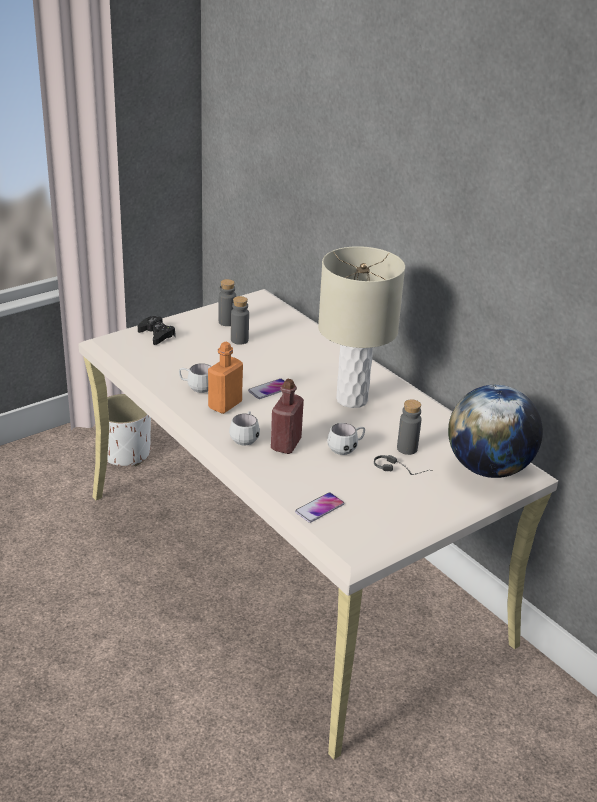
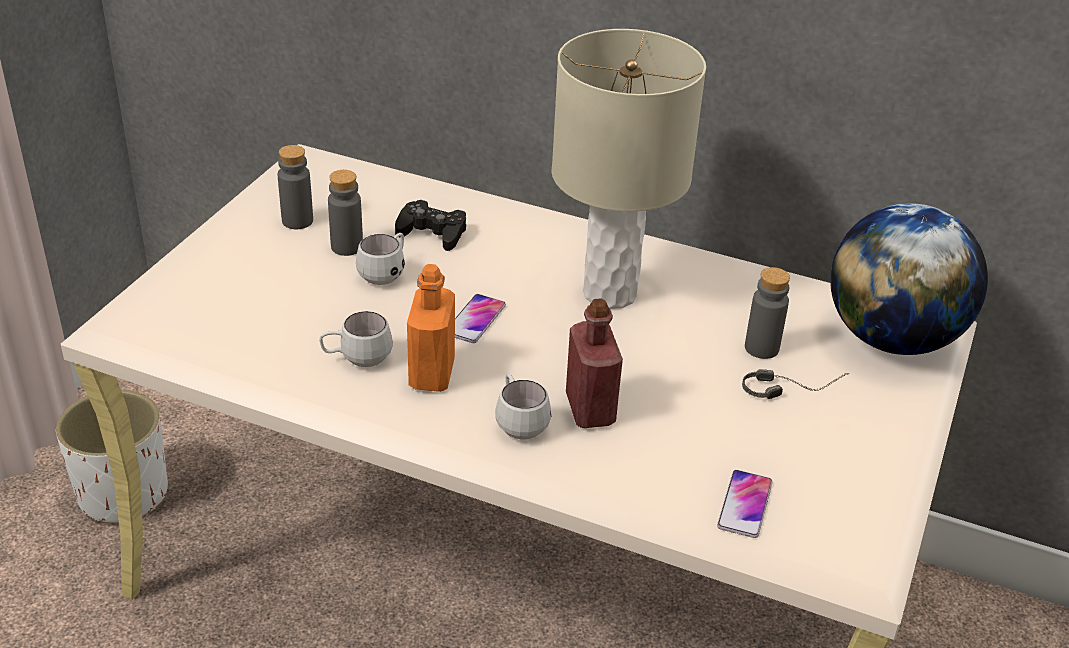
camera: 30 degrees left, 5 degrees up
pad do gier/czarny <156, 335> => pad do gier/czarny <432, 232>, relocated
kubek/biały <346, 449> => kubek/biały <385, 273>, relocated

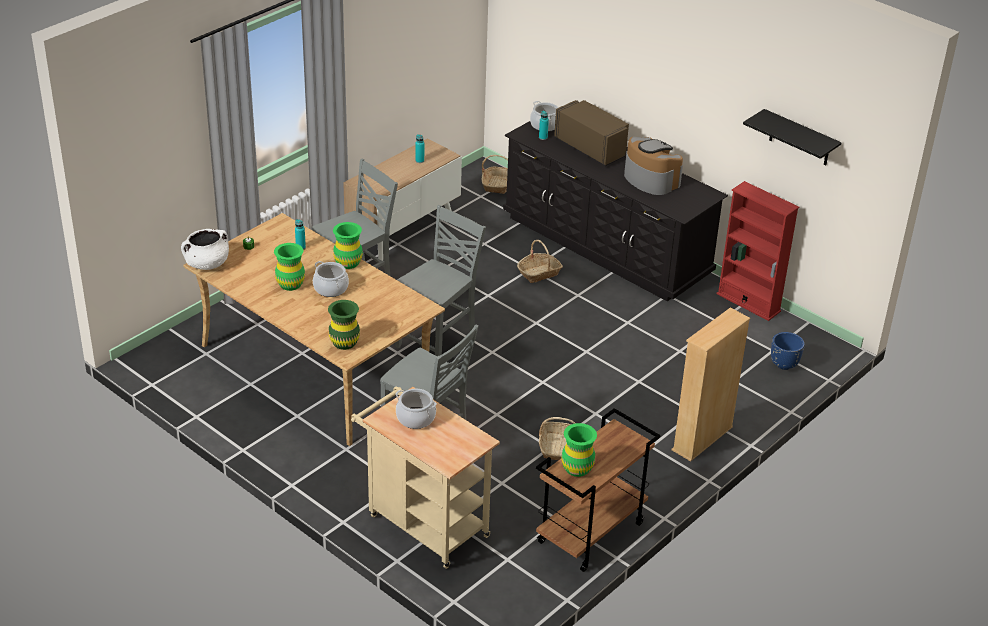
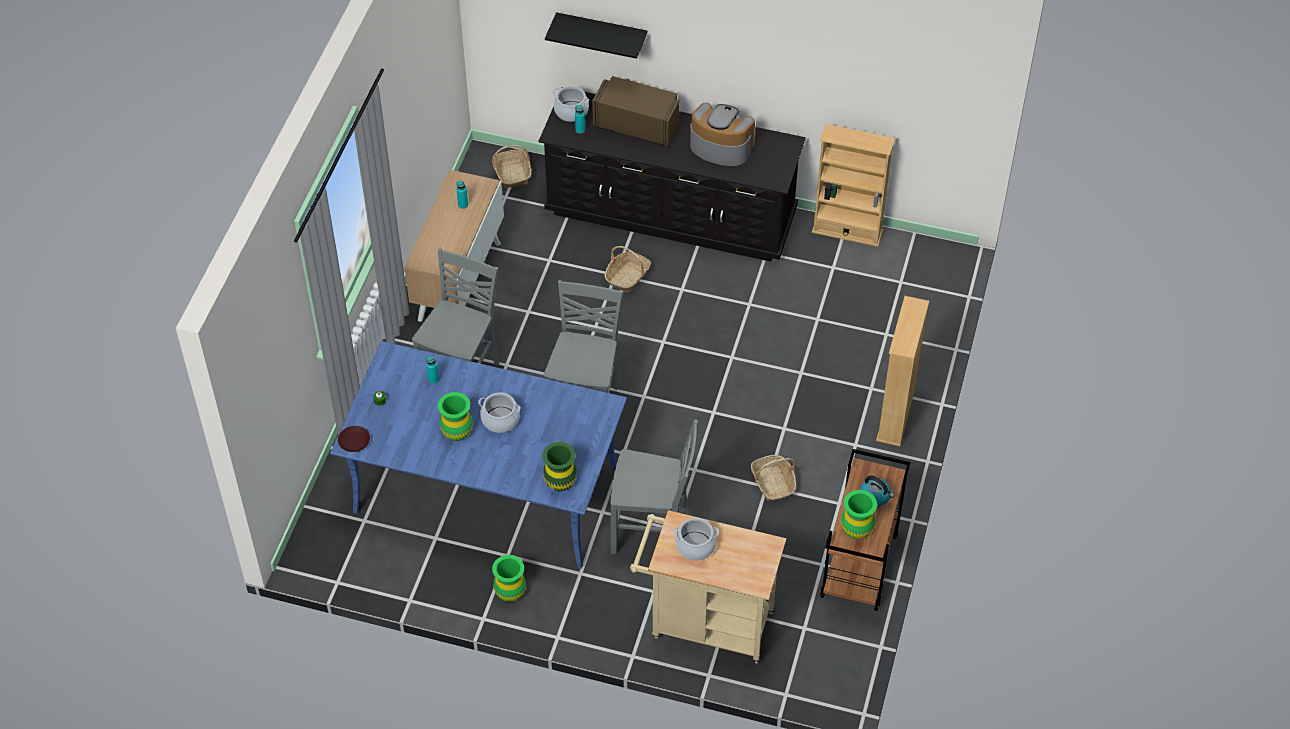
camera: 25 degrees left, 15 degrees up
donica/niebieski <784, 364> => nothing
nothing => czajnik <875, 496>
wazon/zielony <348, 263> => wazon/zielony <510, 592>, relocated
półka/czarny <800, 138> => półka/czarny <601, 33>, relocated
garnek/biały <207, 264> => talerz/brązowy <354, 441>
stół jadalny/beżowy <317, 367> => stół jadalny/niebieski <487, 489>
regał/czerwony <748, 302> => regał/beżowy <847, 231>

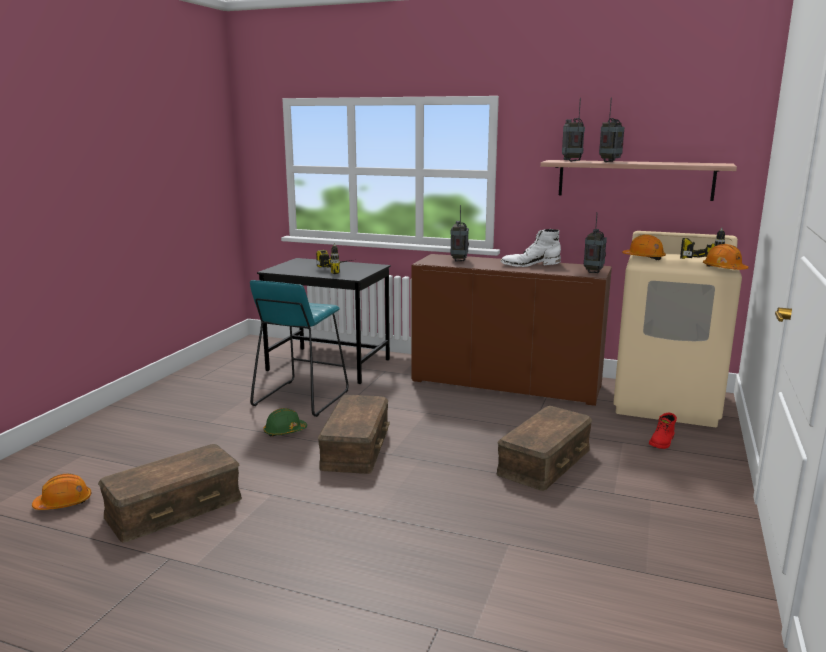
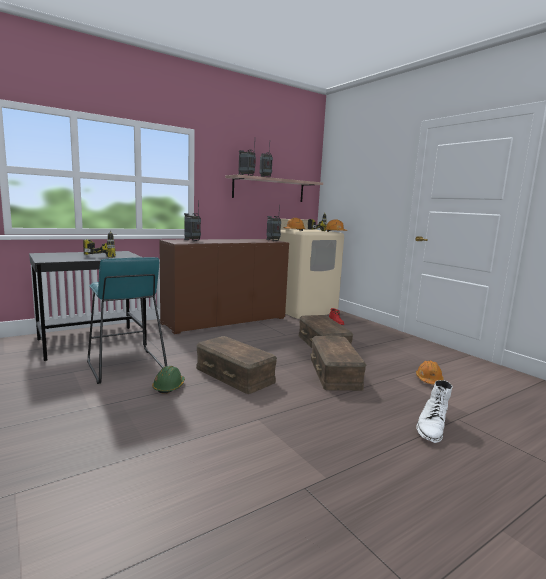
camera: 55 degrees left, 5 degrees down
kask/pomarańczowy <64, 503> => kask/pomarańczowy <429, 380>, relocated
pojemnik do przechowywania/brązowy <174, 506> => pojemnik do przechowywania/brązowy <334, 373>, relocated
but z cholewką/biały <530, 264> => but z cholewką/biały <431, 427>, relocated

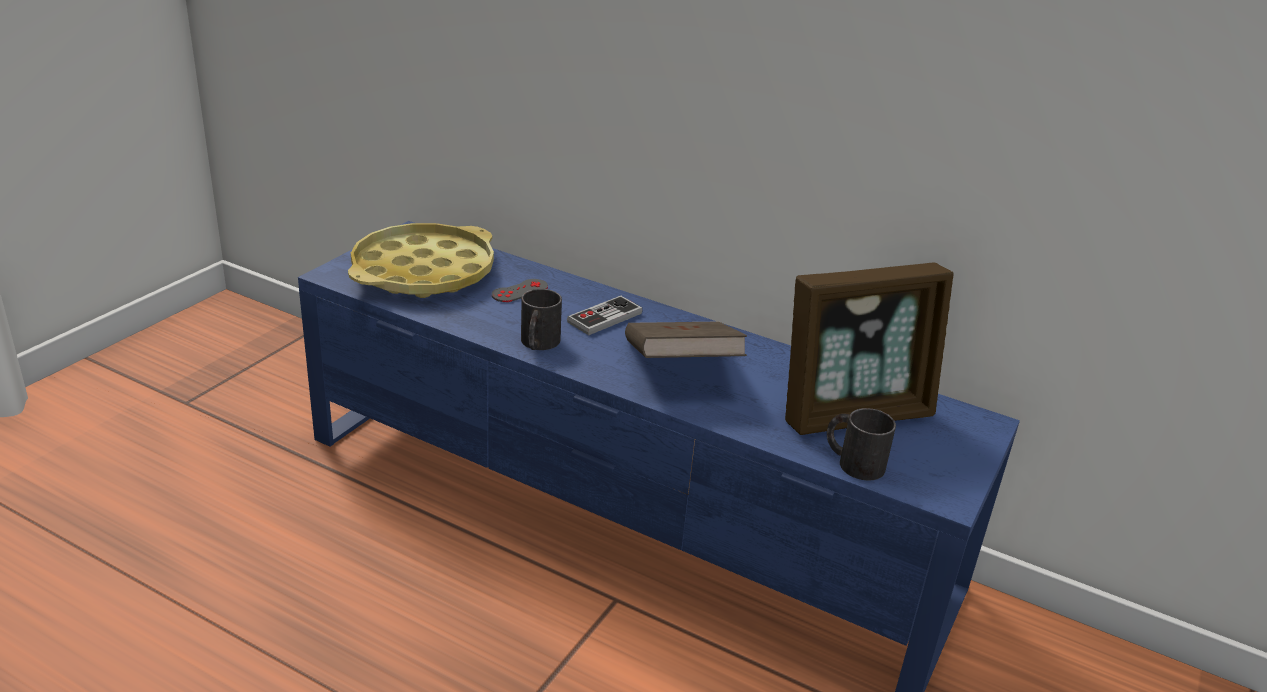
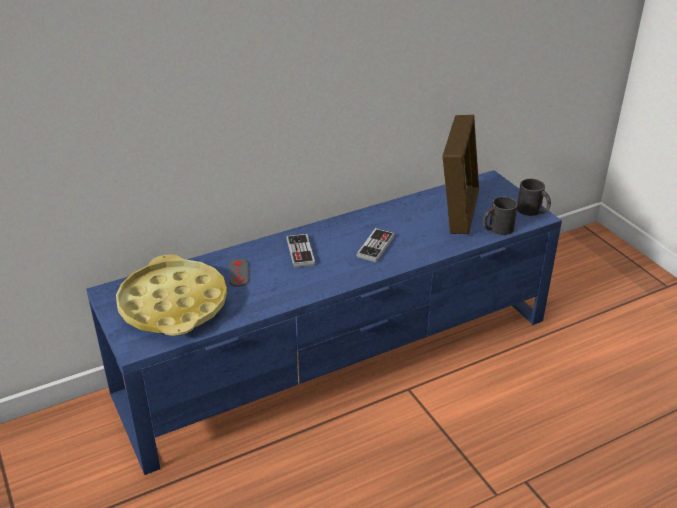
camera: 55 degrees left, 5 degrees up
kubek/czarny <538, 344> => kubek/czarny <533, 211>, relocated
książka/brązowy <679, 368> => pad do gier <375, 246>

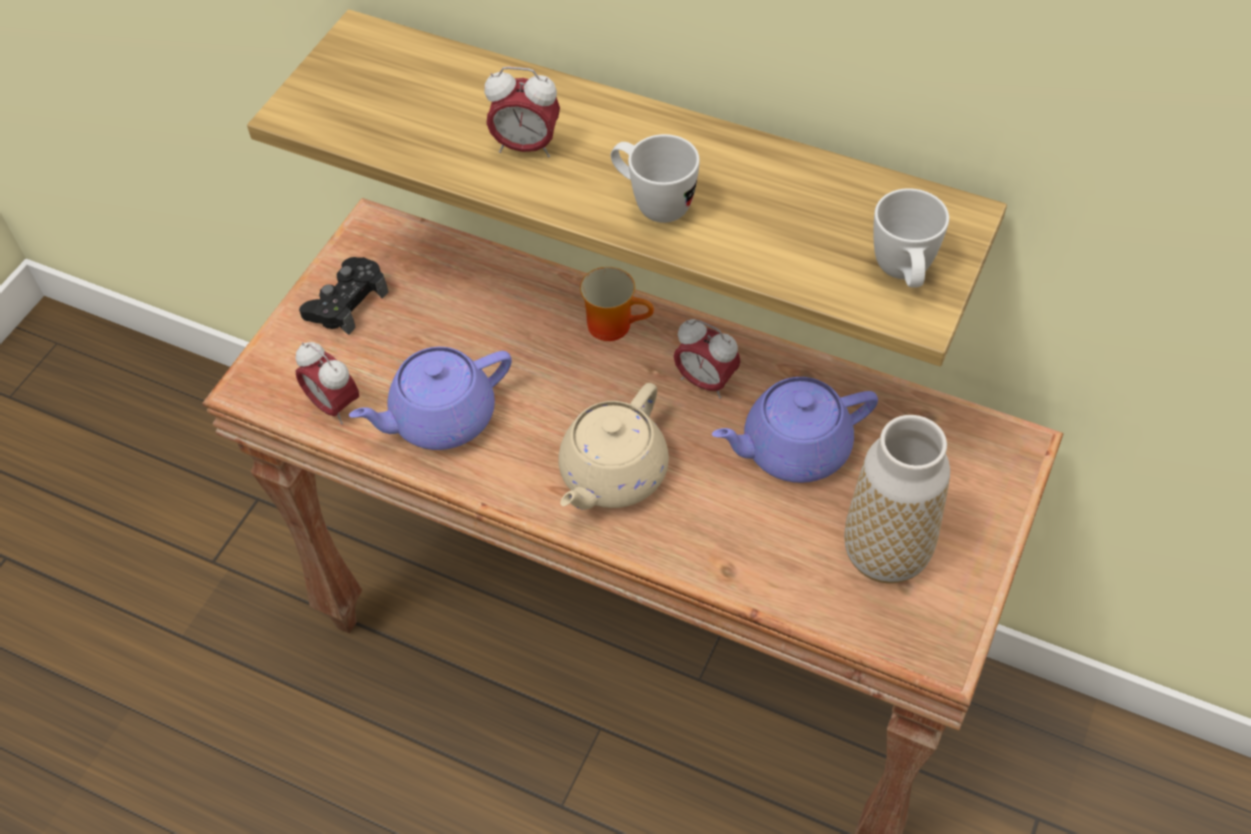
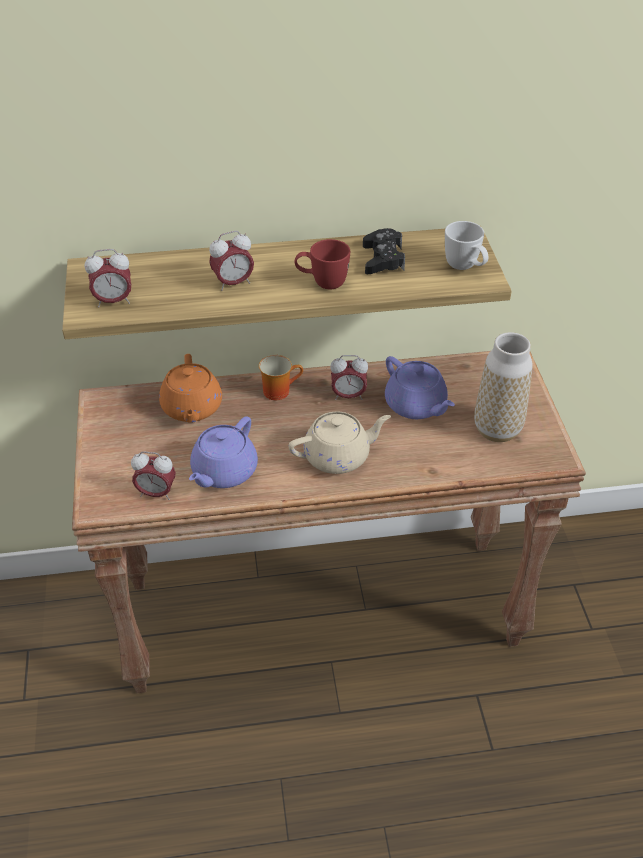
camera: 35 degrees left, 10 degrees down
nothing => budzik <113, 301>
nothing => imbryk/pomarańczowy <192, 408>
pad do gier/czarny <347, 302> => pad do gier/czarny <383, 259>, relocated
kubek/biały <652, 204> => kubek/czerwony <322, 283>
imbryk/beżowy <612, 475> => imbryk/beżowy <338, 456>, 105 degrees counterclockwise
imbryk/fioletowy <793, 448> => imbryk/fioletowy <416, 405>, 75 degrees counterclockwise

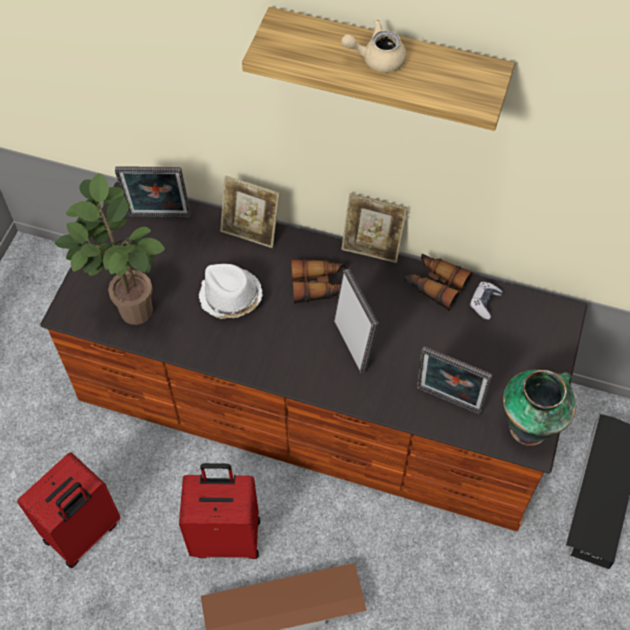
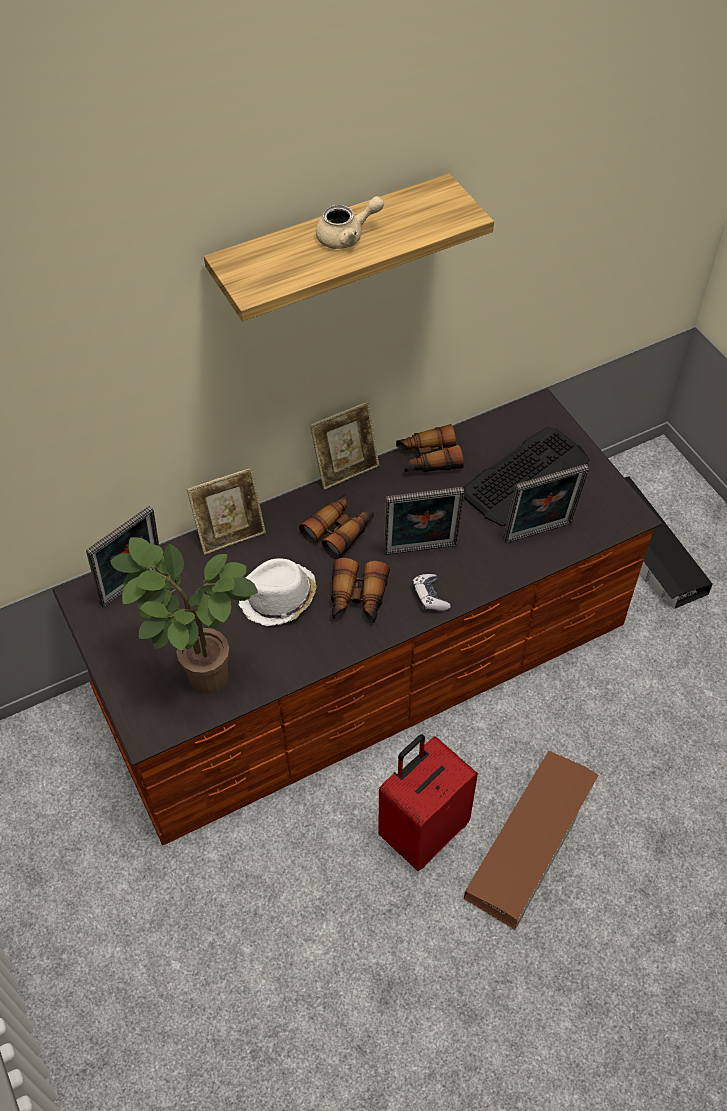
camera: 45 degrees left, 5 degrees down
walizka/czerwony <83, 533> => nothing
wazon <530, 426> => nothing
nothing => lornetka <357, 599>
nothing => klawiatura <526, 477>
pad do gier <484, 302> => pad do gier <429, 596>, relocated
ramka na zdjęcie <353, 344> => ramka na zdjęcie <421, 552>, 150 degrees clockwise
imbryk/beżowy <376, 59> => imbryk/beżowy <347, 236>, 150 degrees counterclockwise

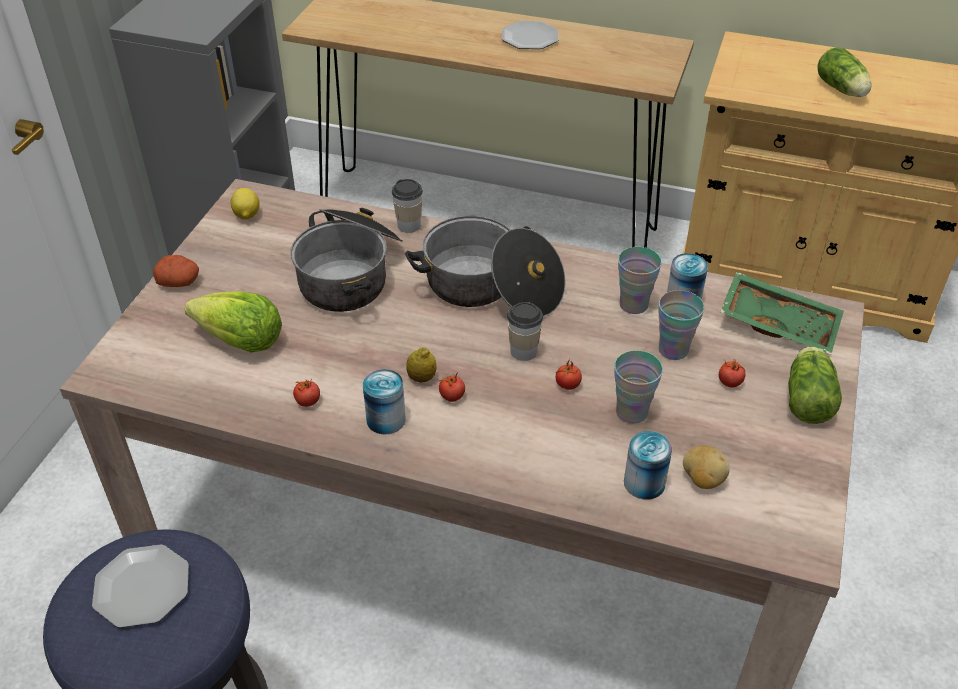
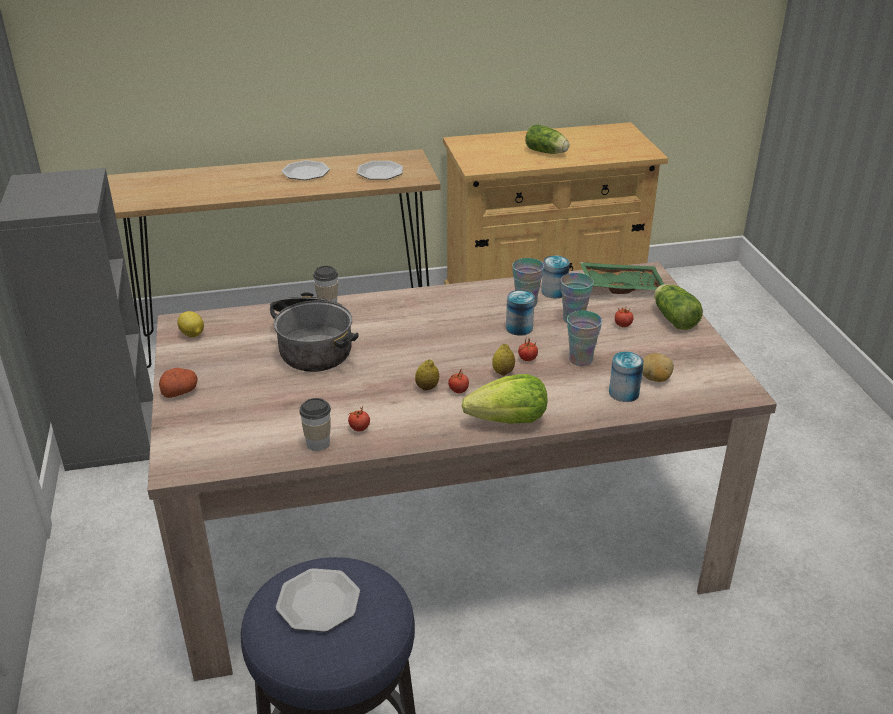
camera: 30 degrees left, 10 degrees down
garnek <490, 288> => nothing
nothing => talerz <380, 172>
nothing => cytryna <503, 372>
sałata <241, 341> => sałata <509, 421>, relocated
puszka <386, 419> => puszka <519, 328>, relocated
filiżanka <523, 351> => filiżanka <318, 443>, relocated

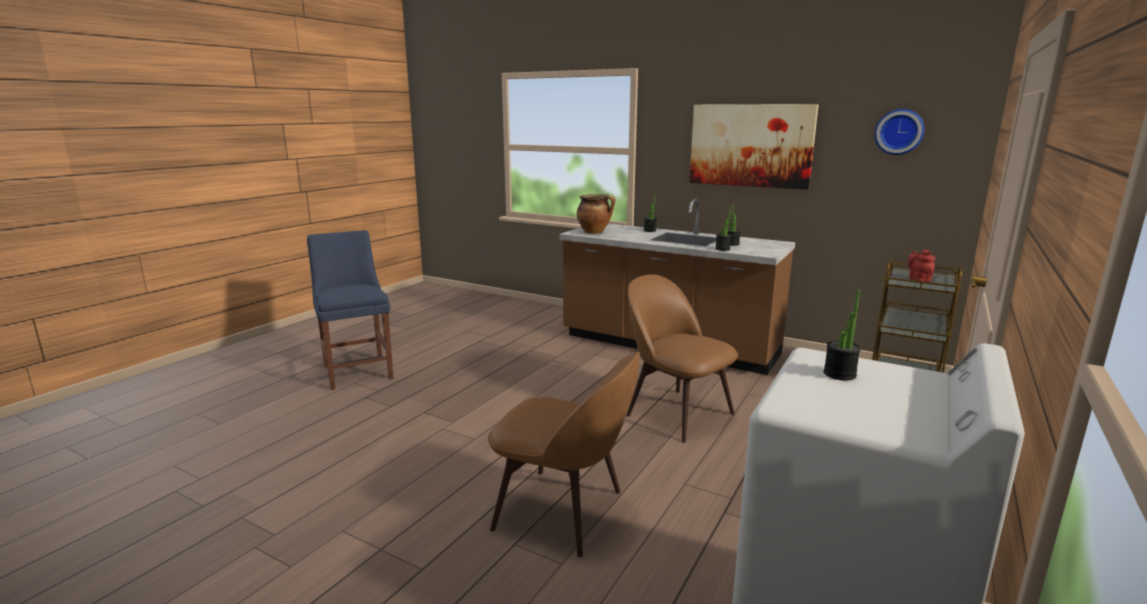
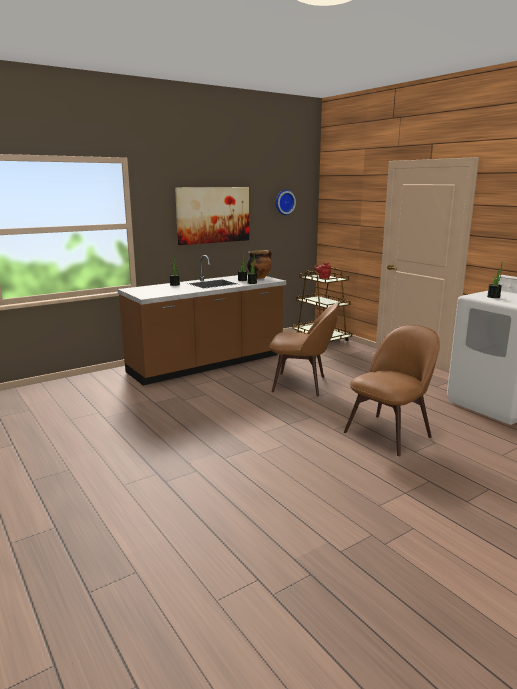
camera: 65 degrees left, 0 degrees up
krzesło/niebieski <358, 371> => nothing
garnek <595, 232> => garnek <259, 277>, relocated
krzesło/brązowy <676, 412> => krzesło/brązowy <302, 384>, 150 degrees counterclockwise

